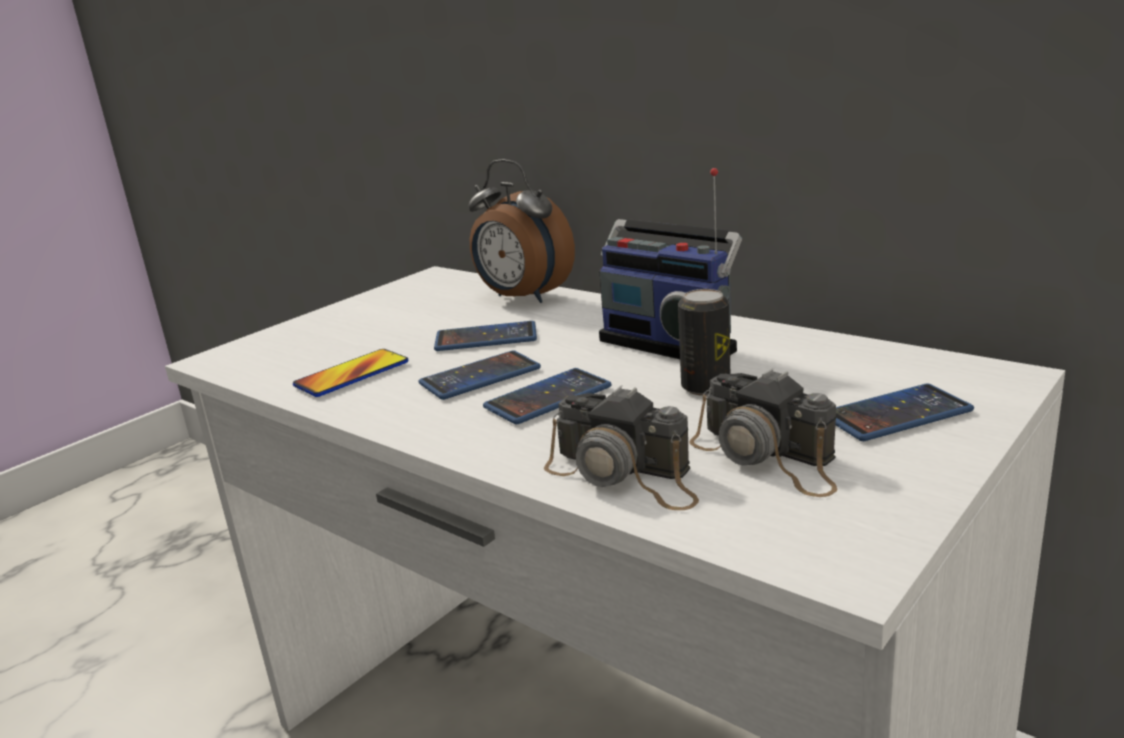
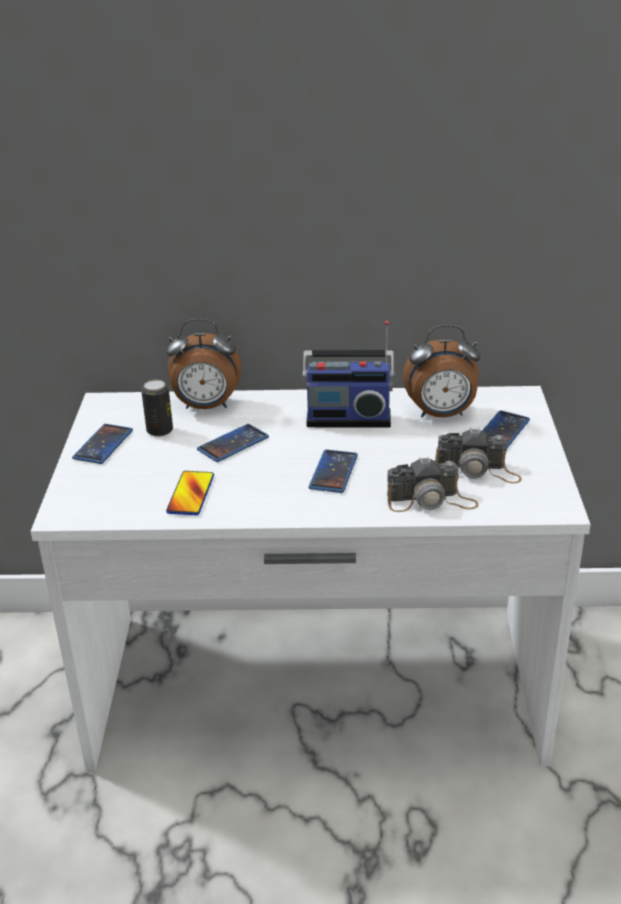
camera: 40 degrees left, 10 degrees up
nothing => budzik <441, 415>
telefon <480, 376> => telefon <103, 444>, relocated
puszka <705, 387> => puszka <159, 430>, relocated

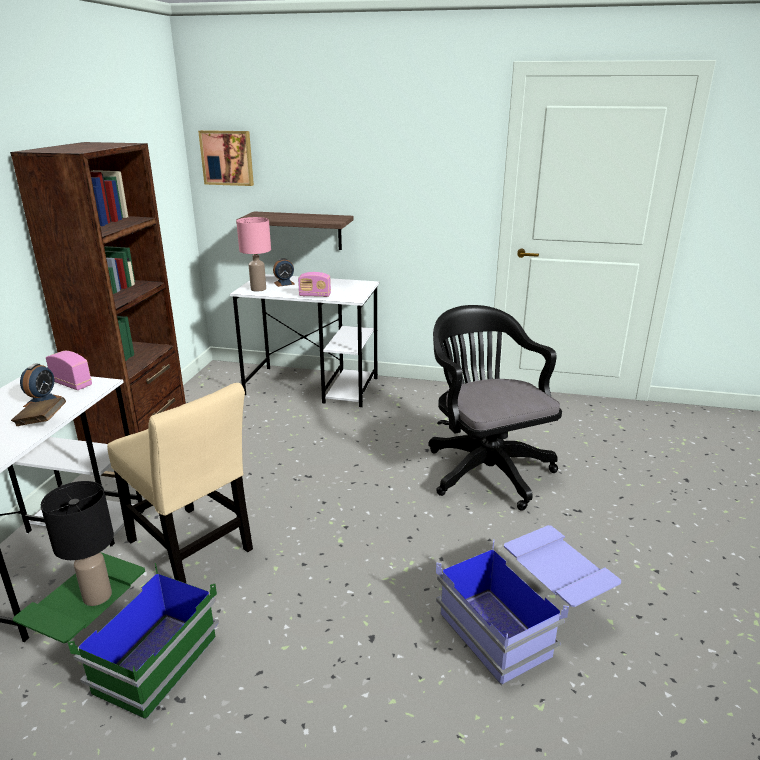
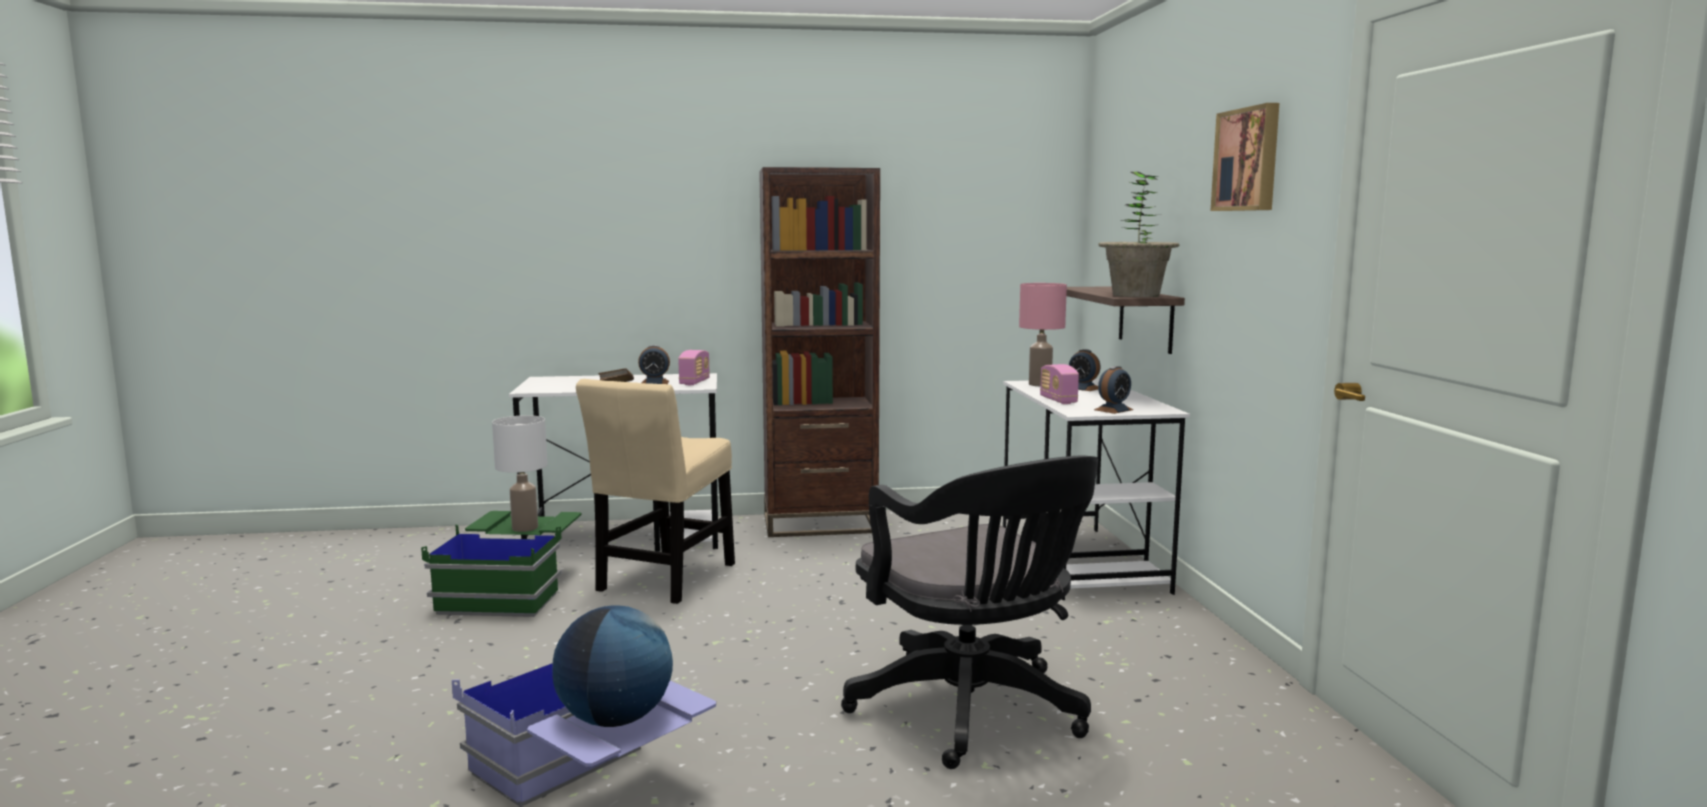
camera: 70 degrees right, 15 degrees down
nothing => globus <615, 719>
nothing => budzik <1113, 410>
nothing => roślina doniczkowa <1135, 295>
obraz <227, 158> => obraz <1248, 160>, relocated
lampa stołowa/czarny <97, 596> => lampa stołowa/biały <524, 528>
krzesło biurowe/czarny <485, 468> => krzesło biurowe/czarny <973, 713>, 105 degrees clockwise

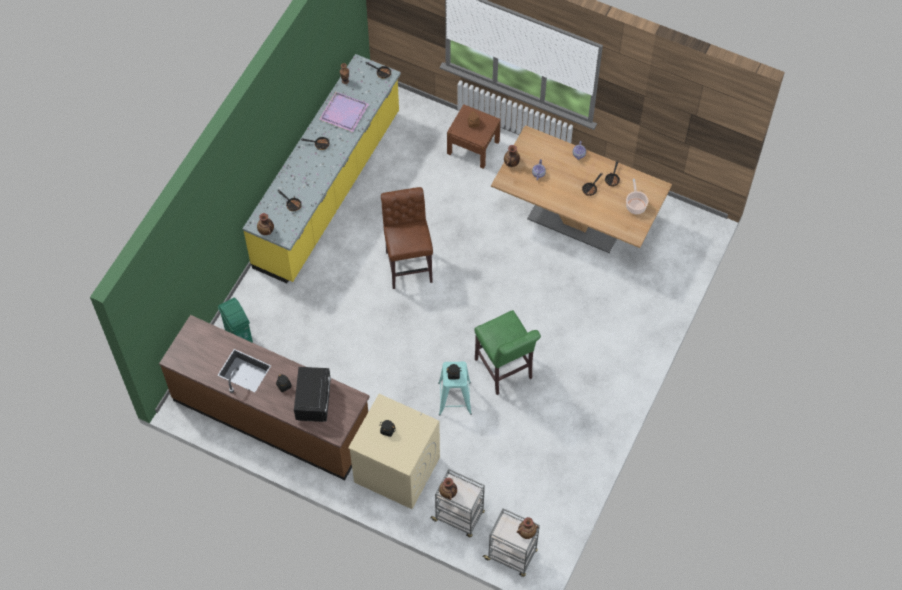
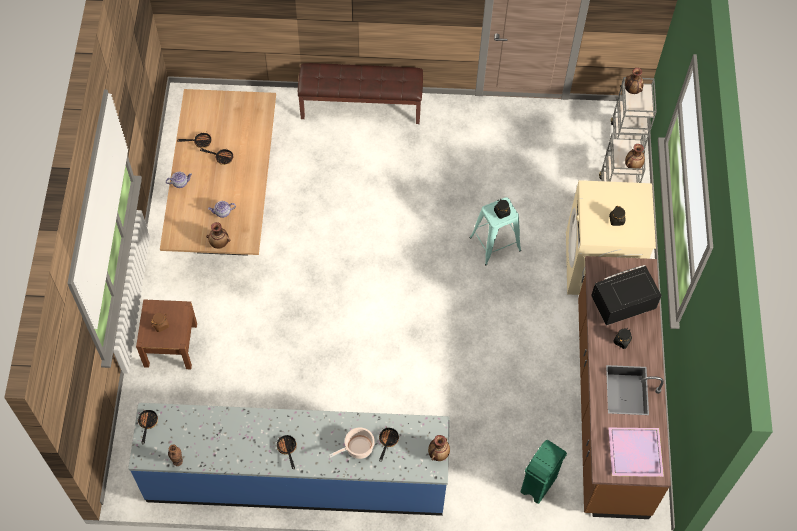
camera: 115 degrees left, 0 degrees up
stołek/brązowy <408, 264> => nothing
stołek/zielony <505, 371> => nothing
nothing => ławka/brązowy <361, 106>
taca/fioletowy <343, 112> => taca/fioletowy <634, 453>, relocated
garnek <635, 205> => garnek <357, 448>, relocated
zabudowa kuchenna/żółty <328, 190> => zabudowa kuchenna/niebieski <296, 478>

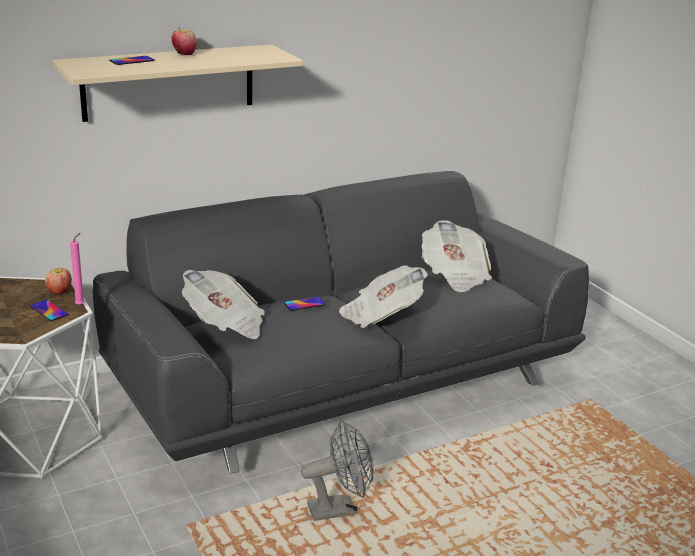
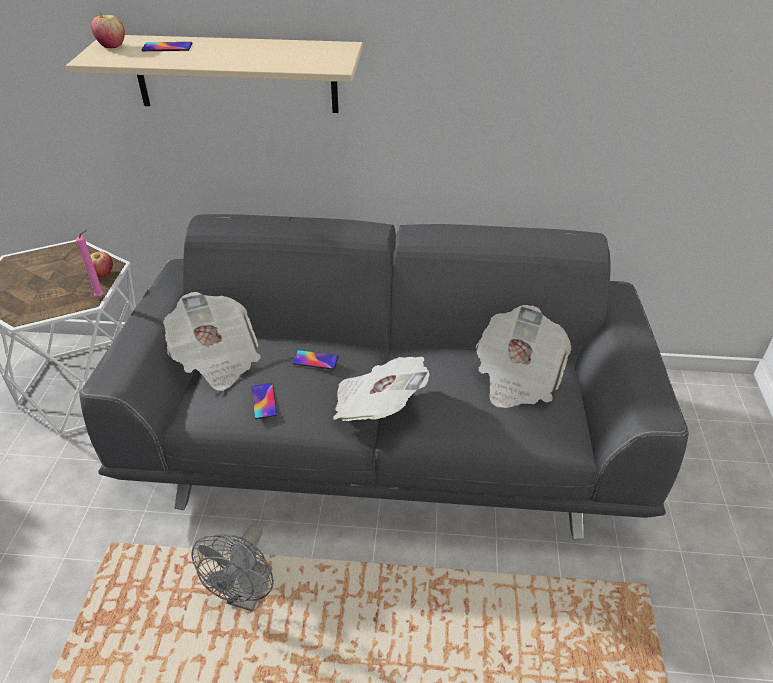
camera: 35 degrees right, 15 degrees up
telefon <49, 311> => telefon <264, 401>, relocated
jabłko <184, 54> => jabłko <112, 46>, relocated
wentylator/szary <339, 508> => wentylator/szary <247, 595>, 90 degrees clockwise

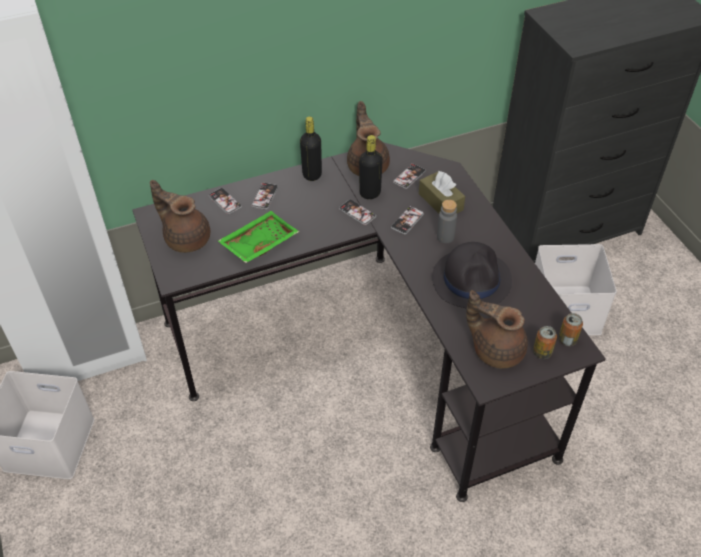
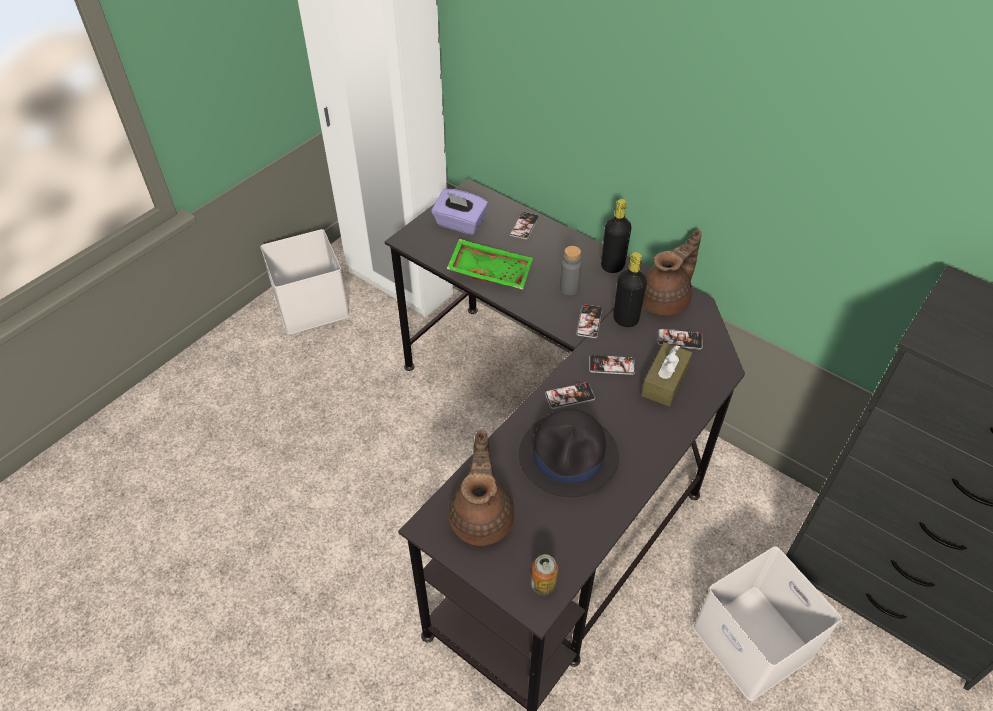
camera: 60 degrees right, 0 degrees up
puszka <542, 352> => nothing
telefon <264, 196> => telefon <569, 396>, relocated
butelka/szary <445, 237> => butelka/szary <569, 288>, relocated
imbryk/brązowy <186, 238> => pudełko chusteczek/fioletowy <460, 224>

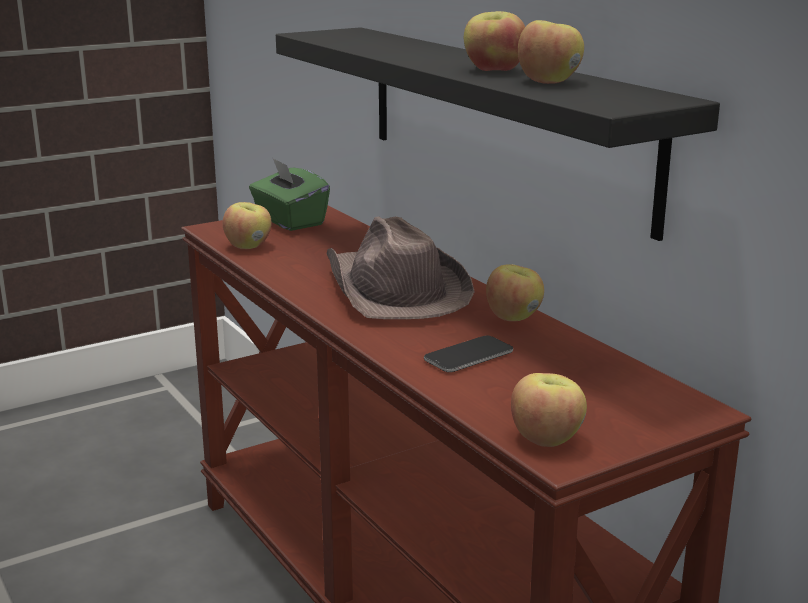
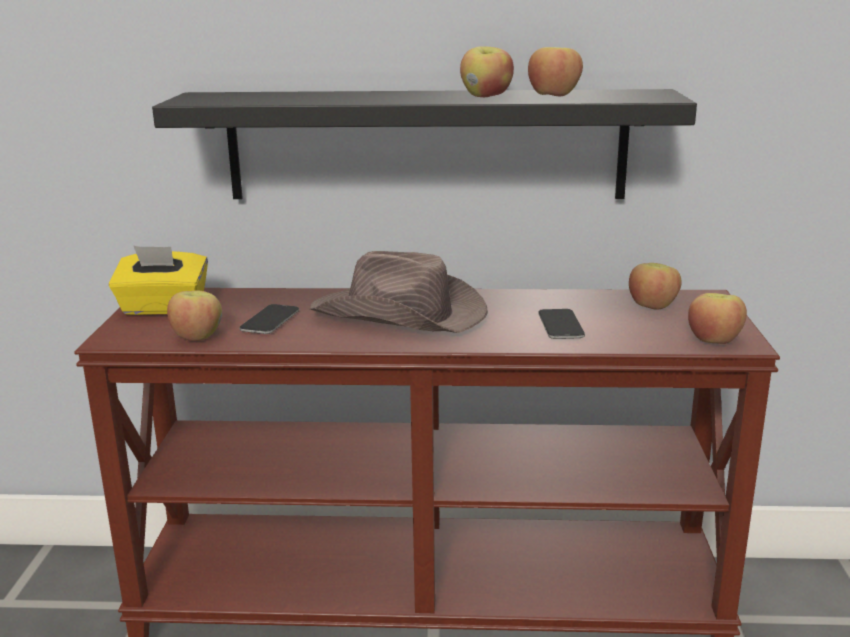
camera: 55 degrees left, 0 degrees up
nothing => telefon <270, 321>
jabłko <513, 317> => jabłko <653, 306>, relocated
pudełko chusteczek/zielony <289, 221> => pudełko chusteczek/żółty <163, 308>

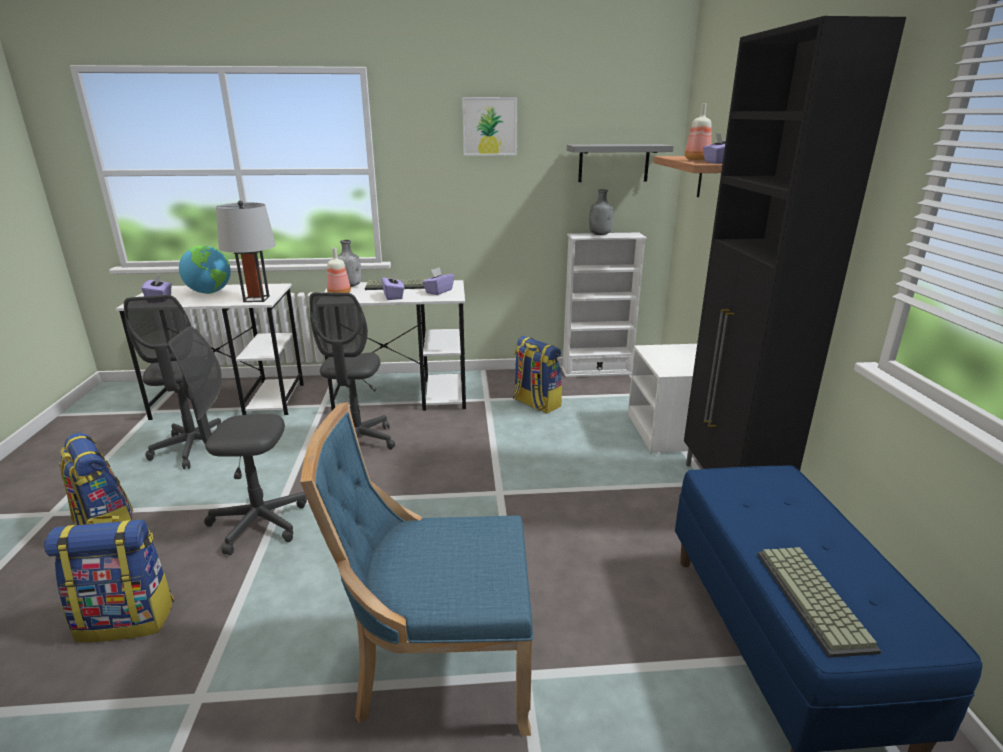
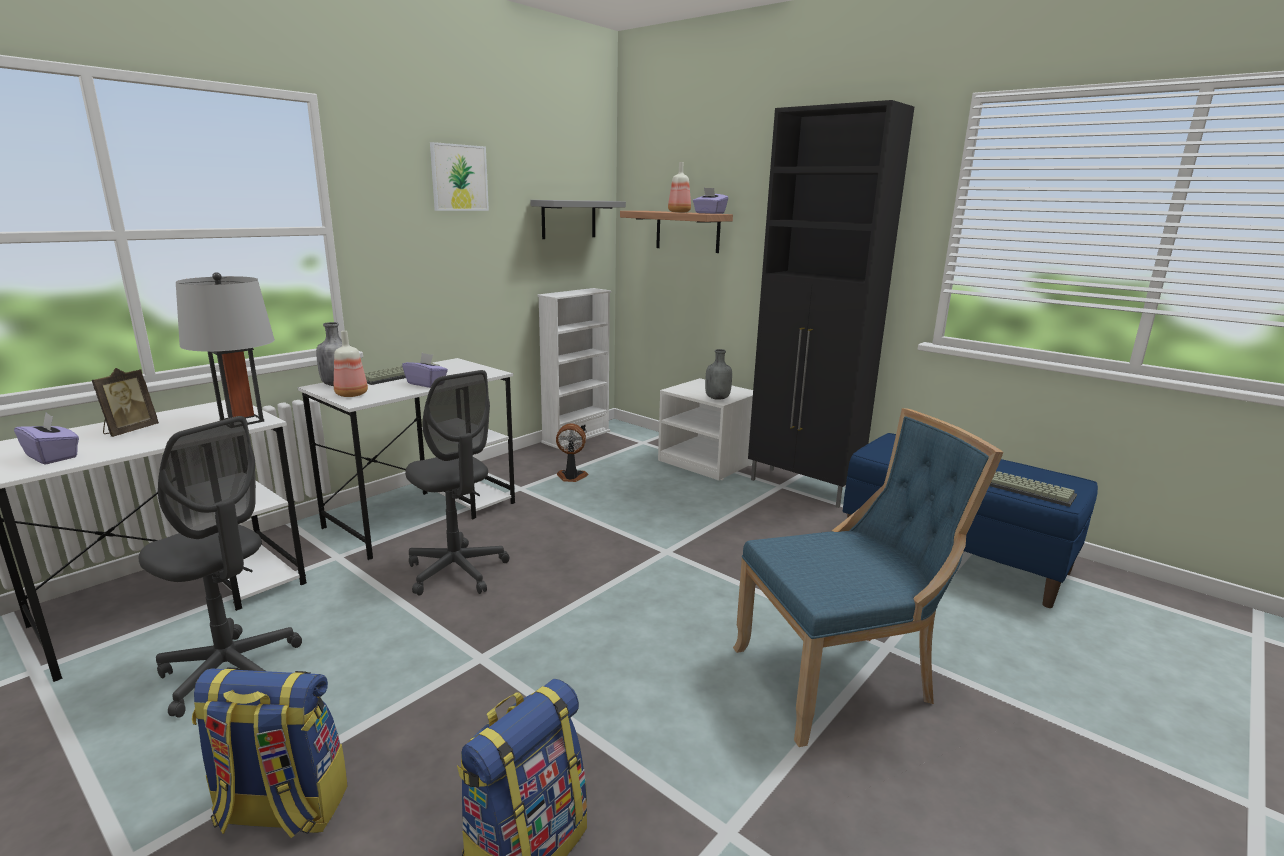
camera: 45 degrees left, 5 degrees down
krzesło biurowe/szary <258, 523> => nothing
pudełko chusteczek/fioletowy <438, 291> => nothing
butelka/szary <600, 234> => butelka/szary <717, 398>, relocated
globus <210, 292> => ramka na zdjęcie <129, 431>
plecak <535, 404> => wentylator <571, 477>
krzesło/niebieski <438, 668> => krzesło/niebieski <840, 678>, 150 degrees counterclockwise

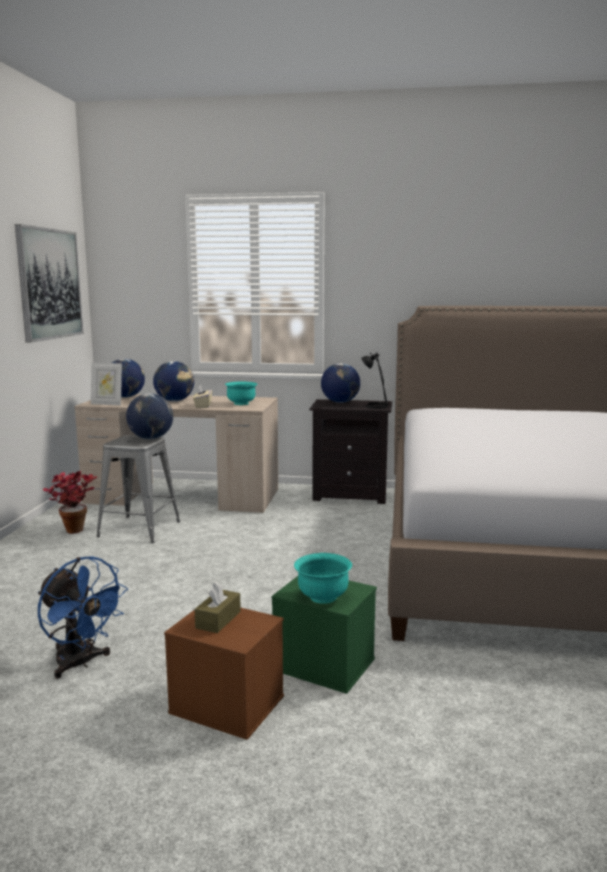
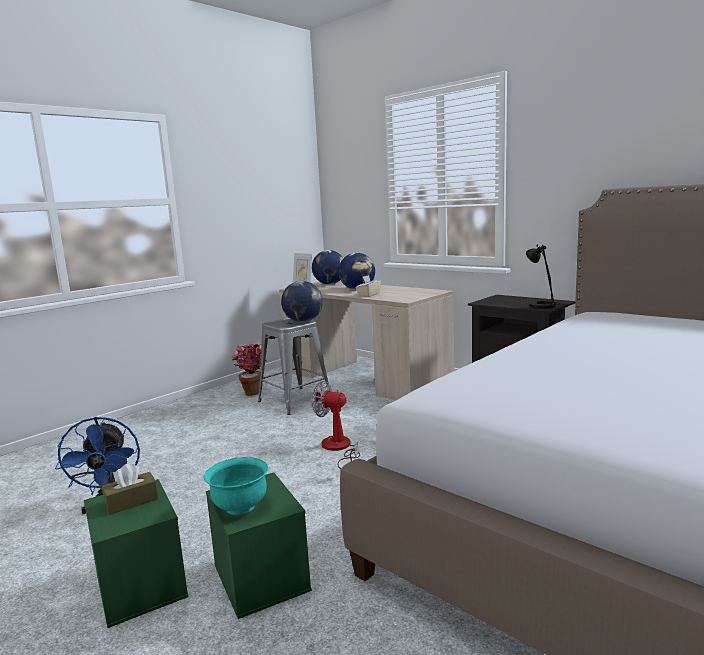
camera: 35 degrees right, 0 degrees up
obraz <49, 284> => nothing
miska/turkusowy <241, 404> => nothing
globus <340, 402> => nothing
nothing => wentylator <338, 449>
pojemnik do przechowywania/brązowy <225, 705> => pojemnik do przechowywania/zielony <139, 585>

